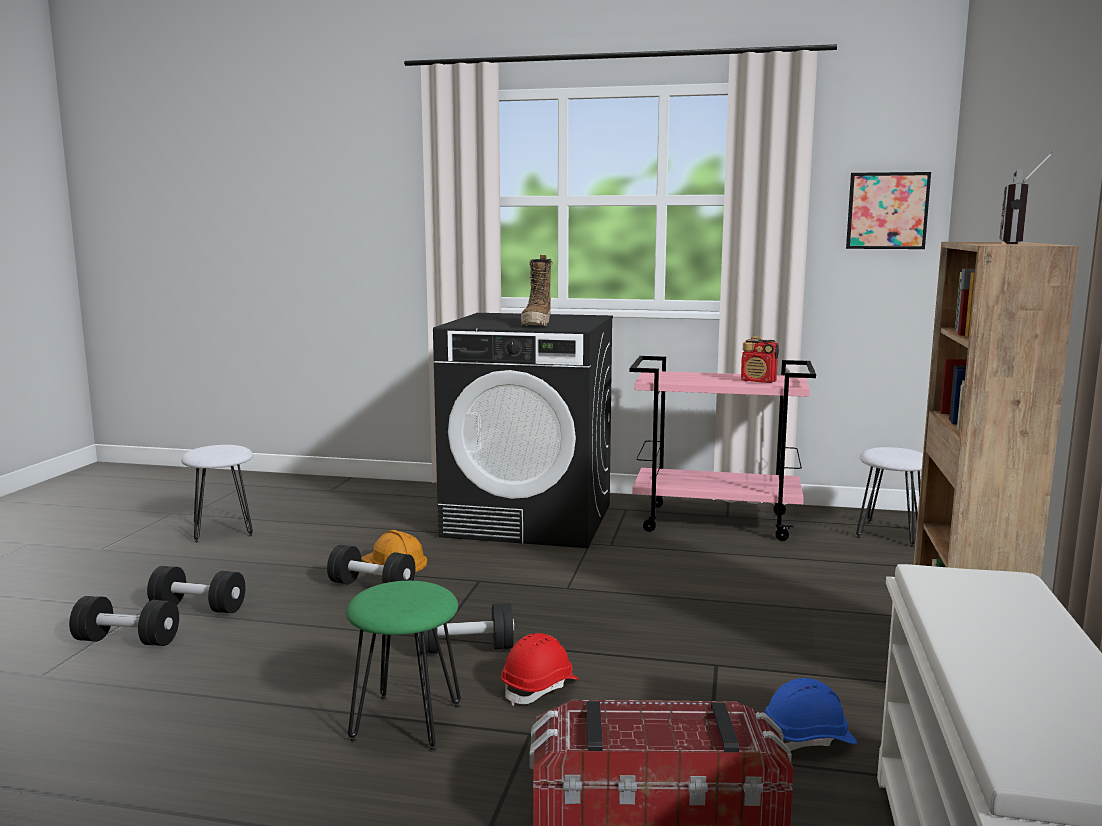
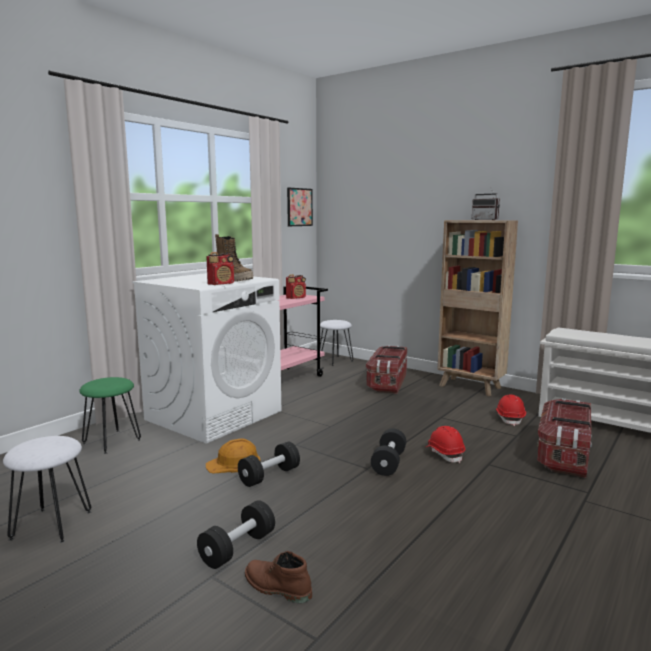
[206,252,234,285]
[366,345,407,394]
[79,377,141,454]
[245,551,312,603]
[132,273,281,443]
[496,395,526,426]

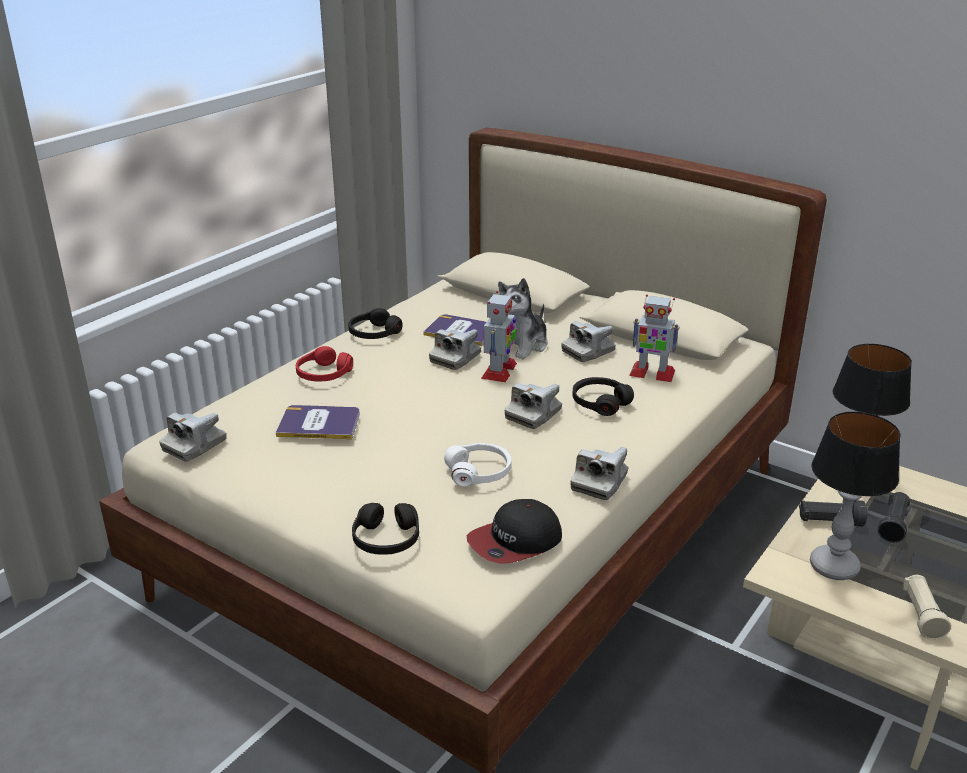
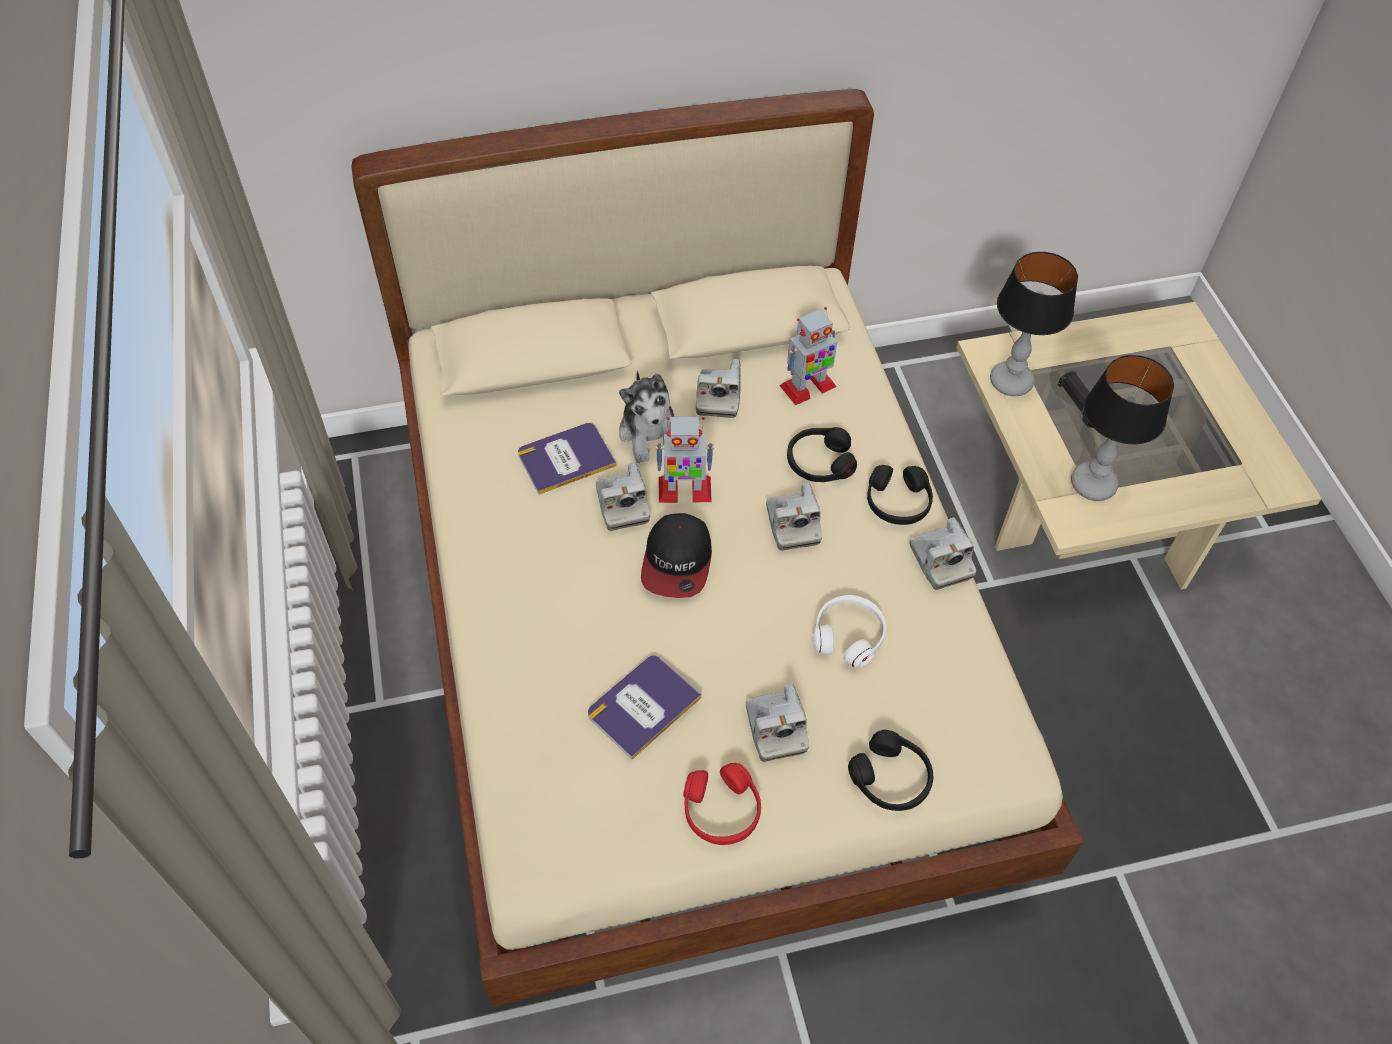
[799,500,867,526] (first image)
[903,575,951,639] (first image)
[746,684,809,762]
[683,763,761,845]
[867,465,933,525]
[641,513,712,598]
[656,417,714,503]

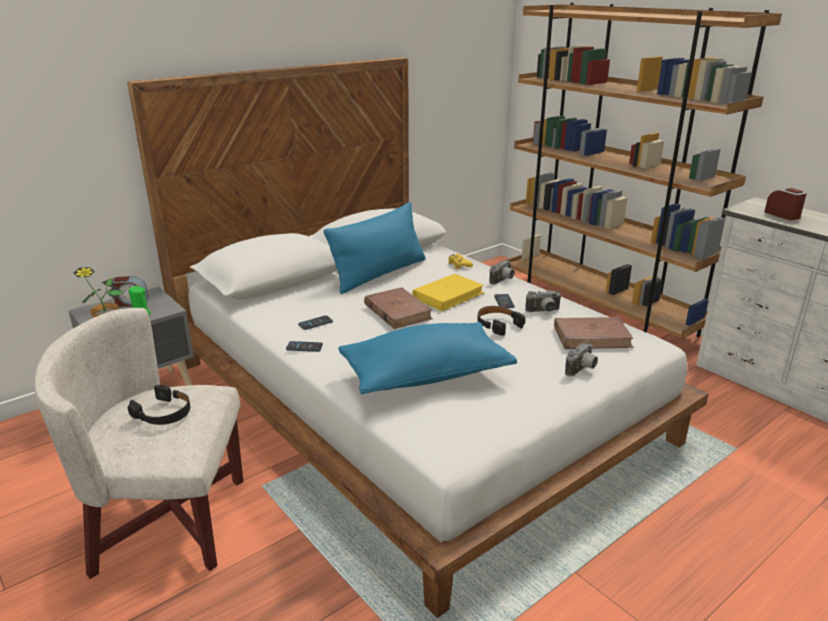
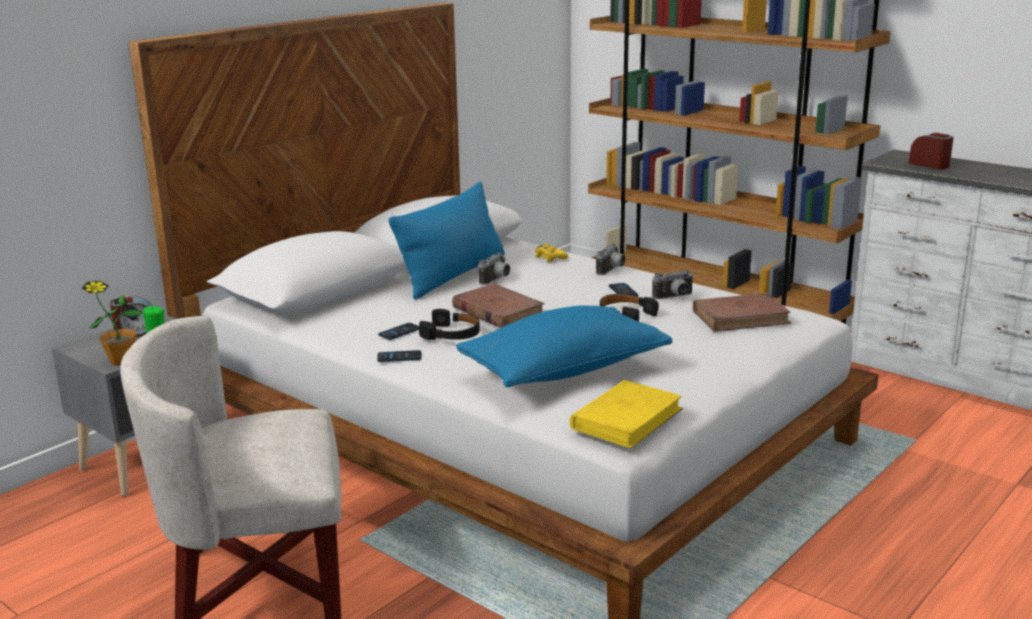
[419,309,480,340]
[570,380,683,448]
[478,252,510,285]

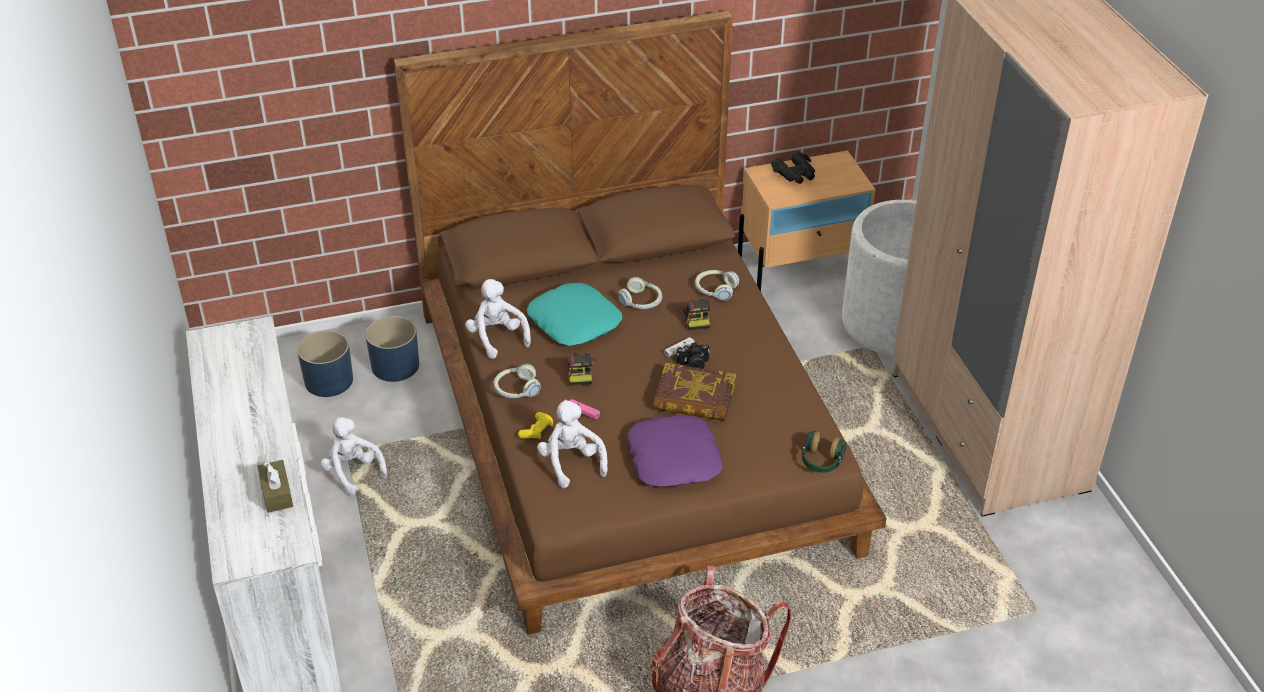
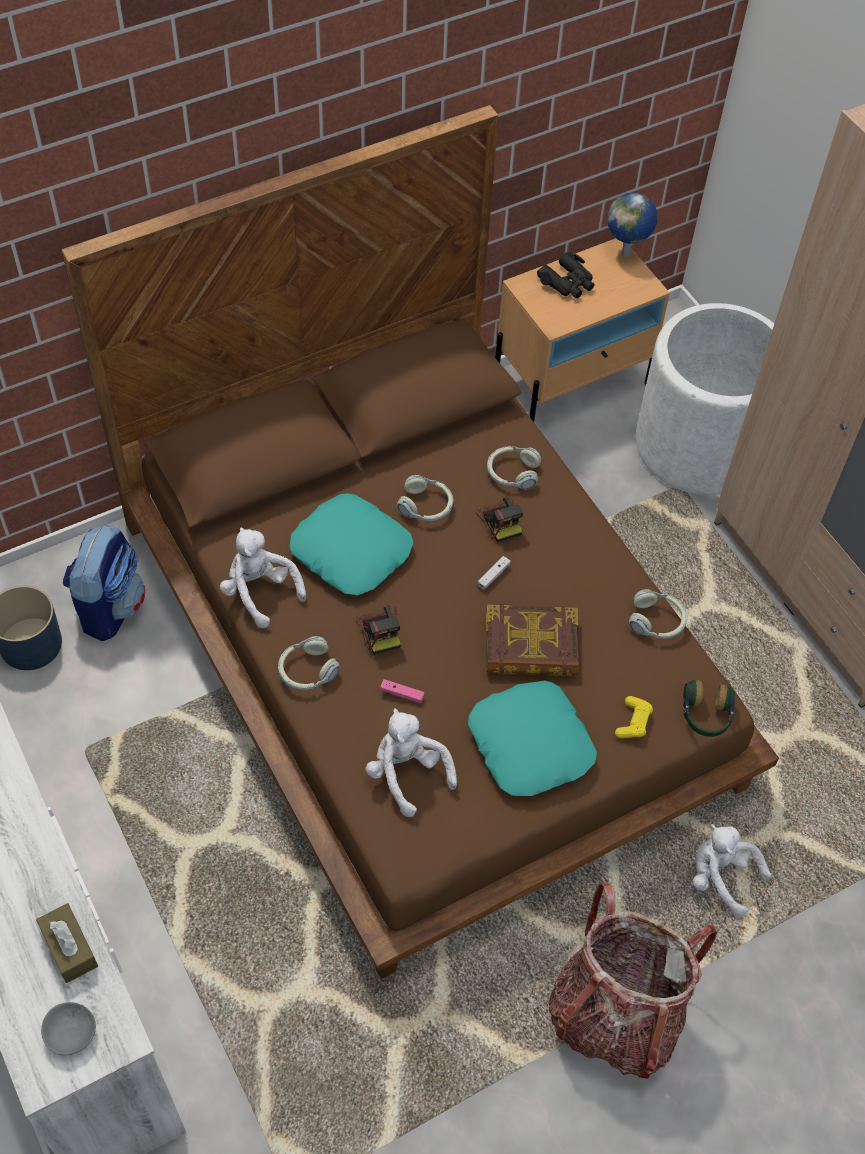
[676,342,710,369] (first image)
[41,1002,96,1055]
[607,193,657,257]
[629,589,687,639]
[693,824,772,917]
[615,696,653,738]
[63,525,145,641]
[468,681,597,796]

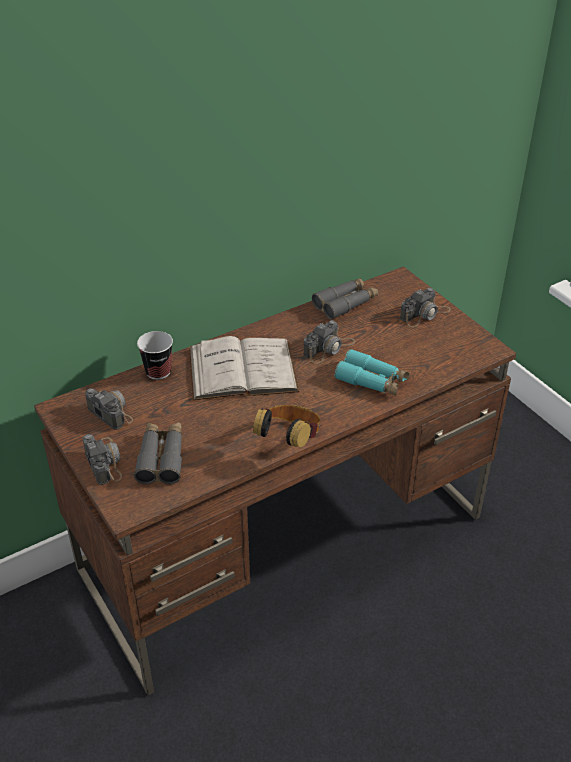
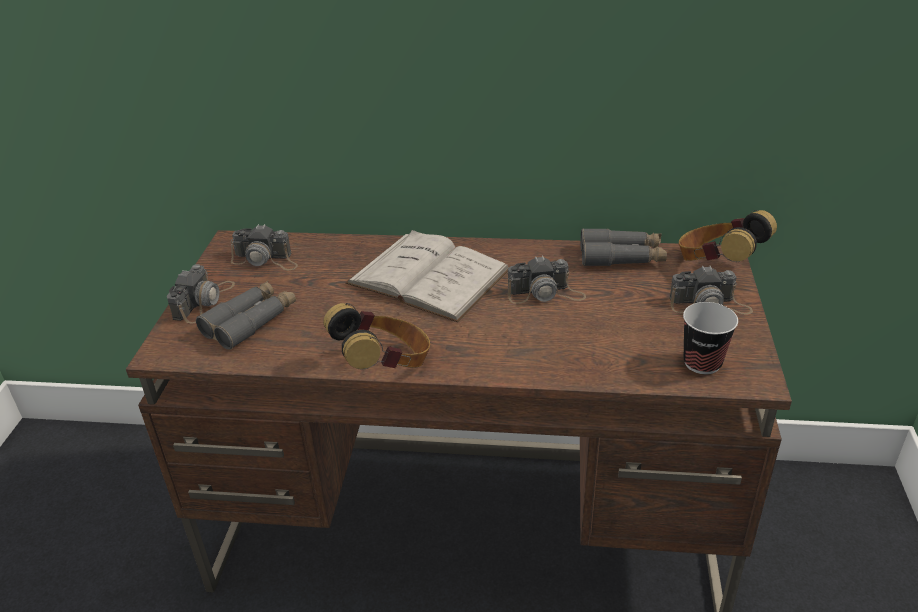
[335,349,410,396] (first image)
[679,210,777,262]
[683,302,738,374]
[231,224,298,270]

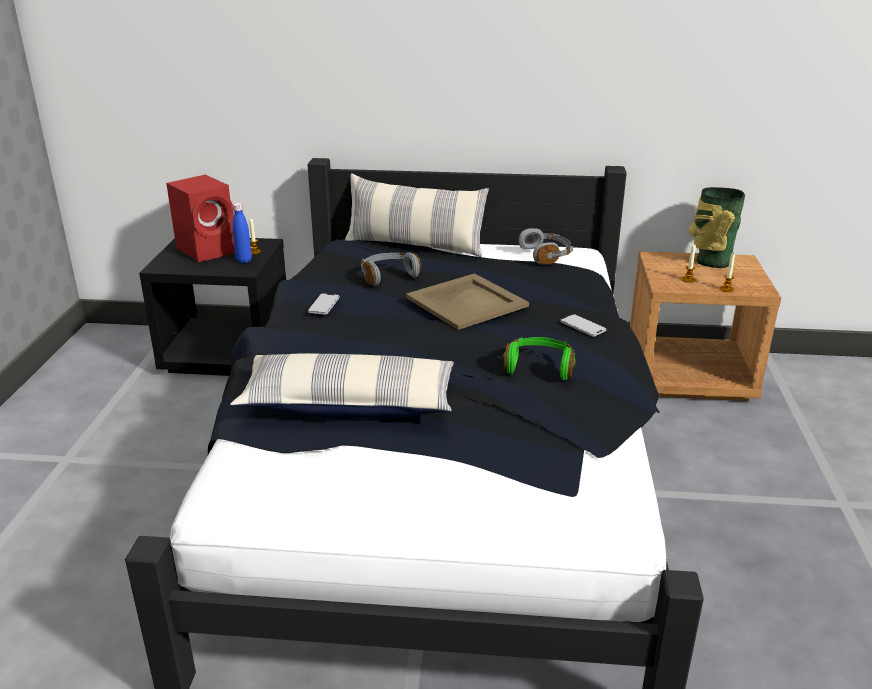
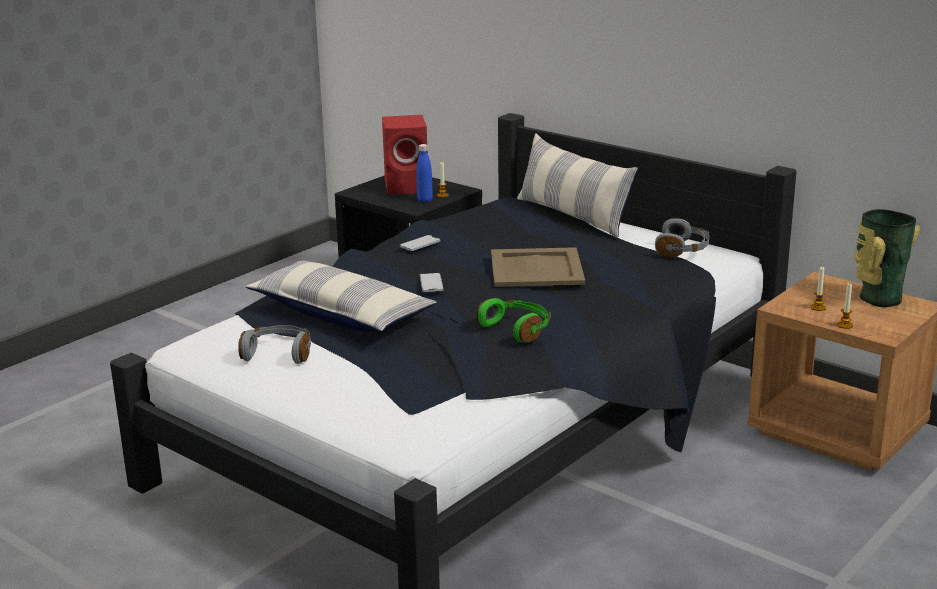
[238,325,311,364]
[420,273,444,292]

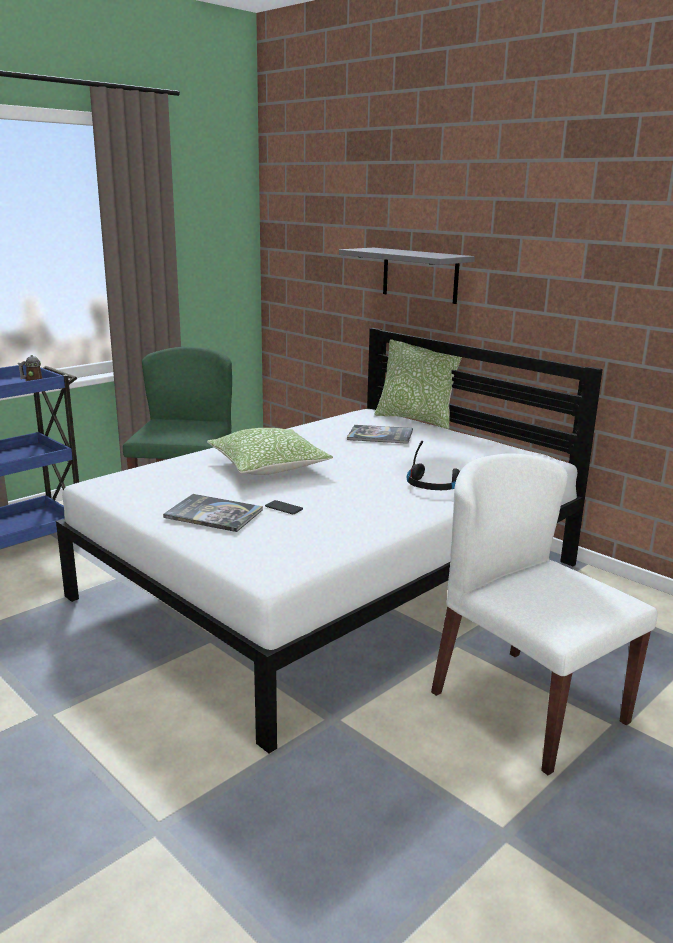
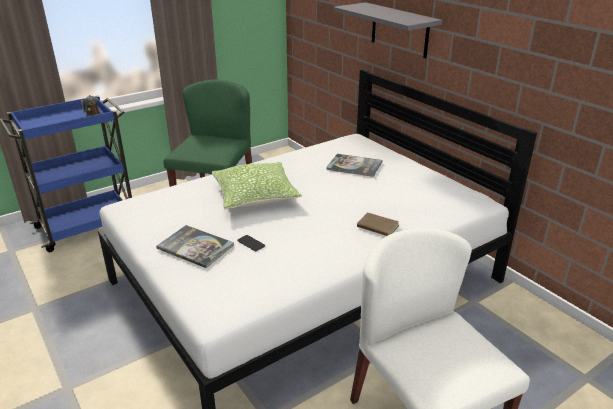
[374,339,462,429] (first image)
[357,213,399,236]

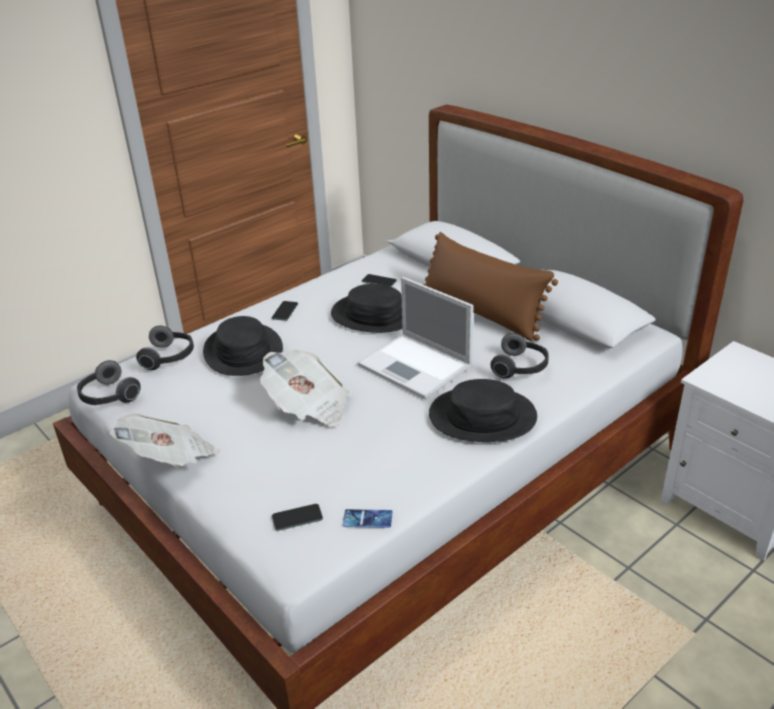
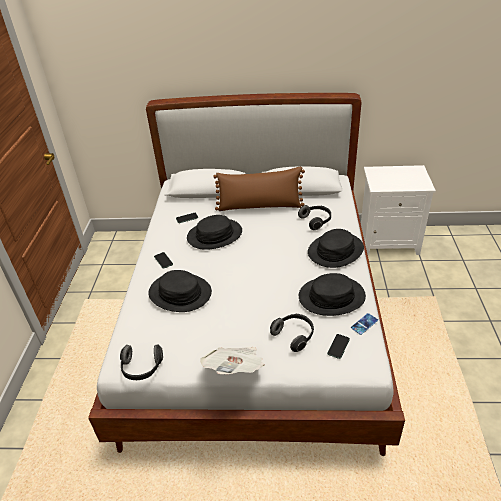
[260,350,349,427] (first image)
[358,277,473,399] (first image)
[299,273,366,316]
[270,314,314,352]

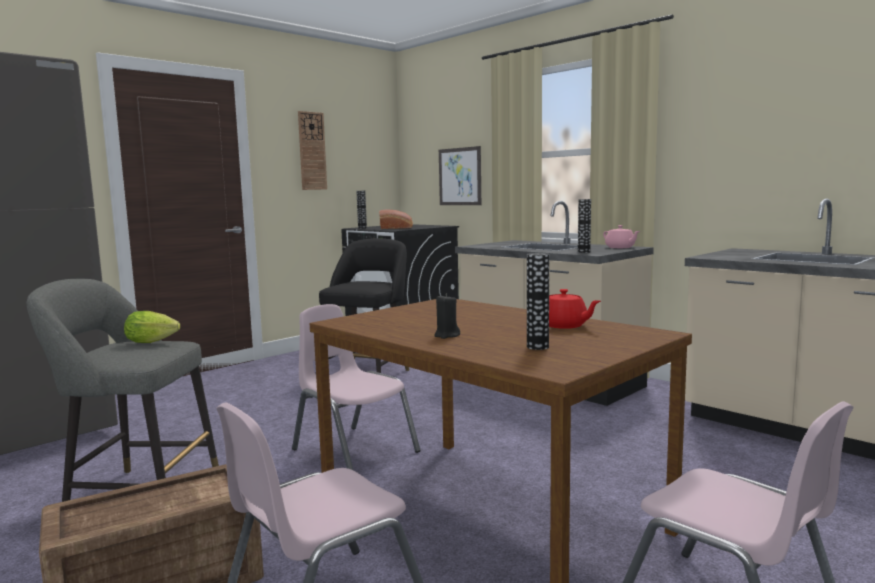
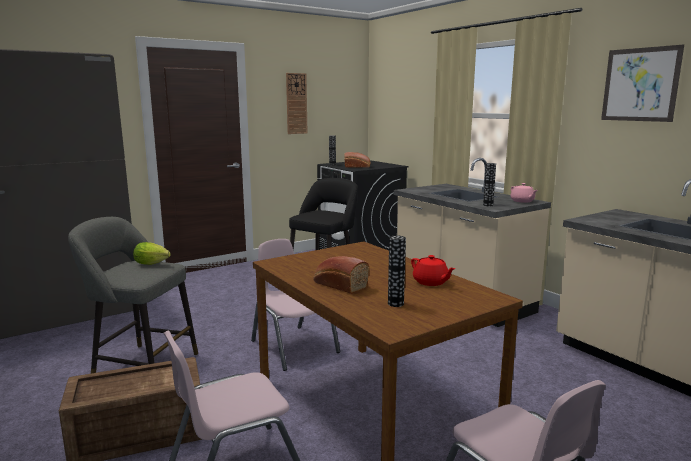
[601,45,684,122]
[313,256,369,294]

